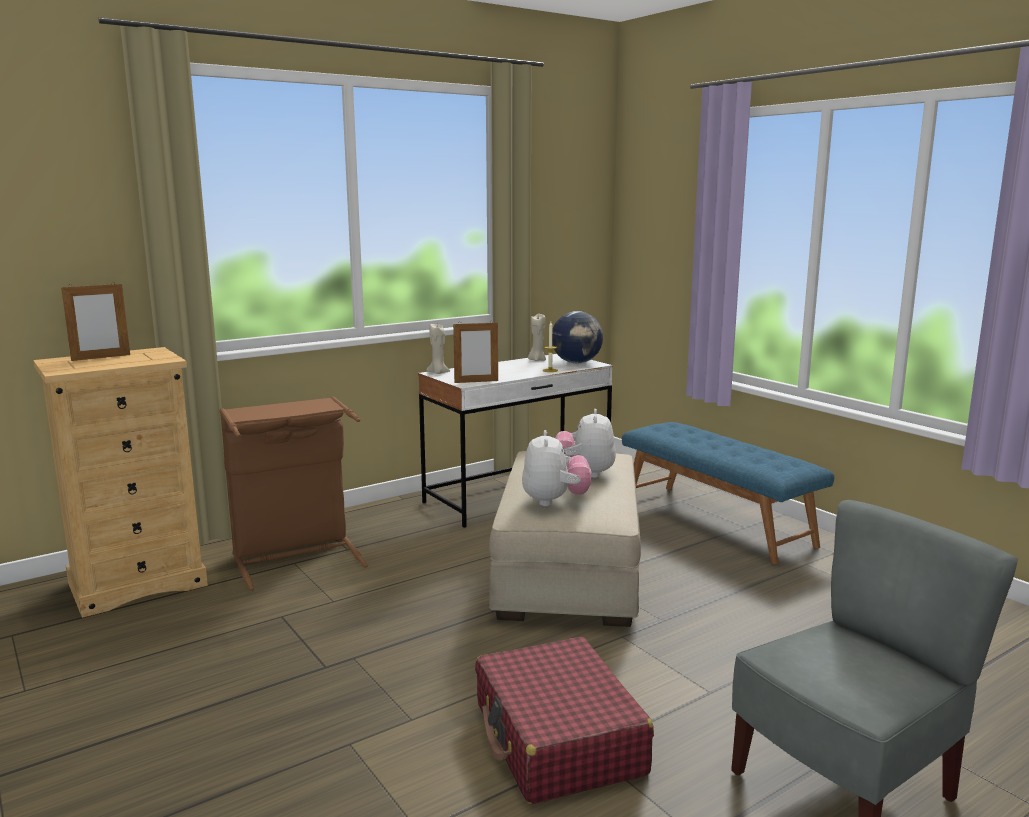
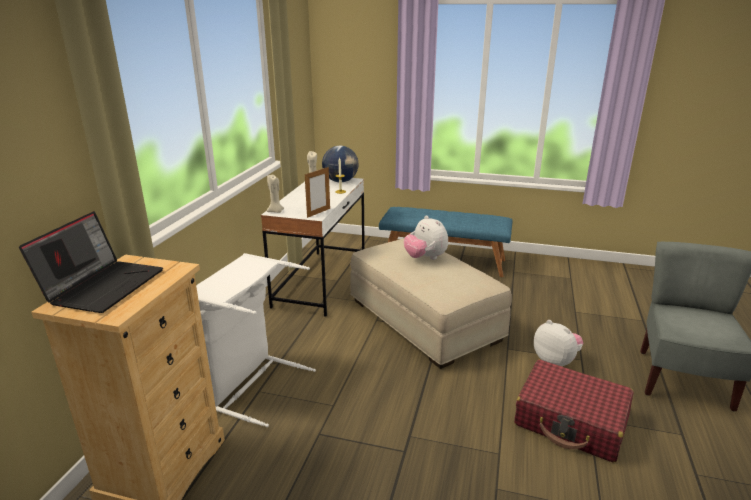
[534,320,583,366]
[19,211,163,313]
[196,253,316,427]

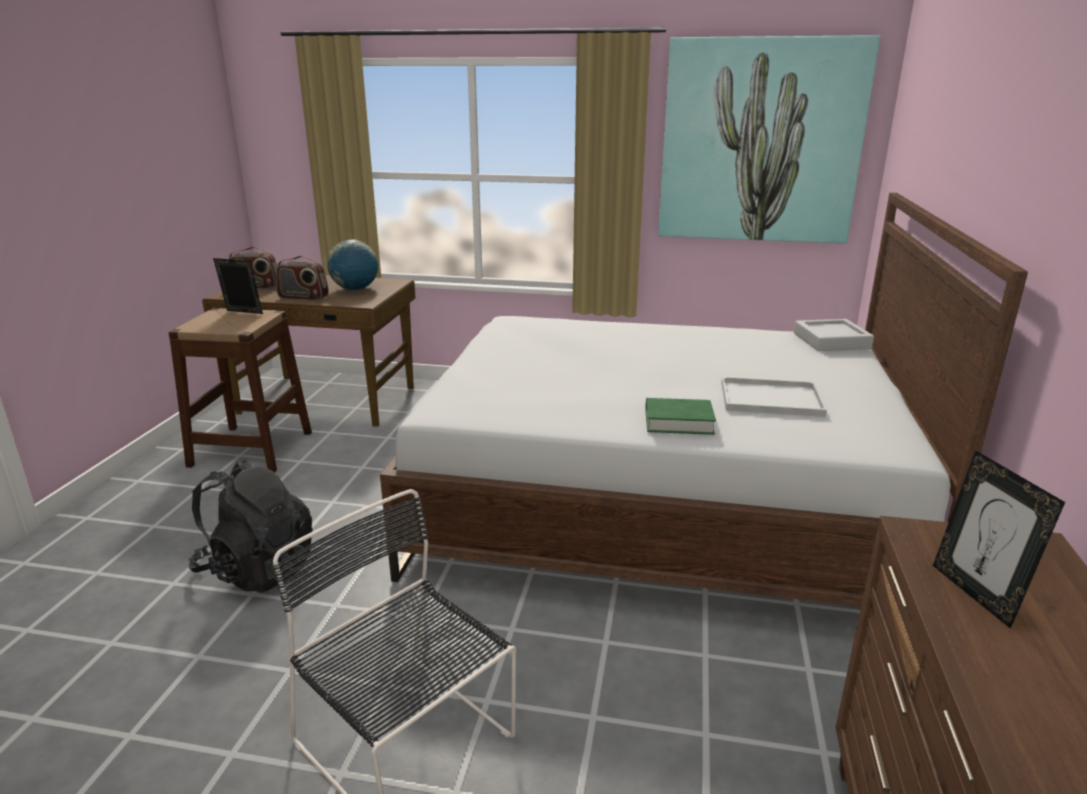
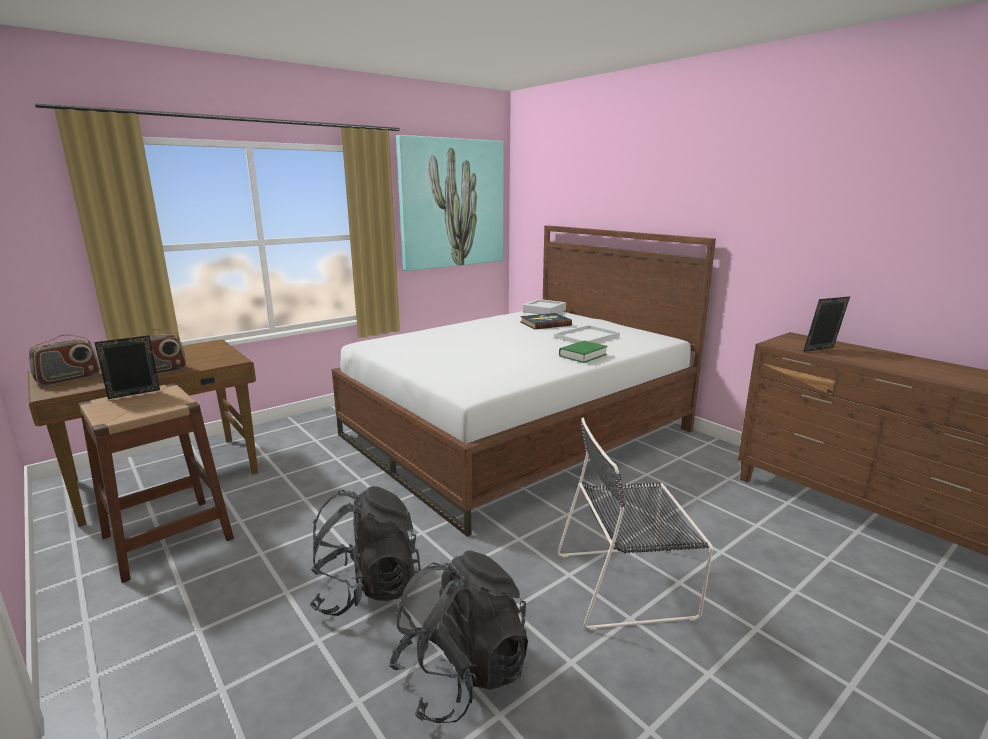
[327,239,378,290] (first image)
[389,550,528,723]
[520,313,572,329]
[803,297,850,352]

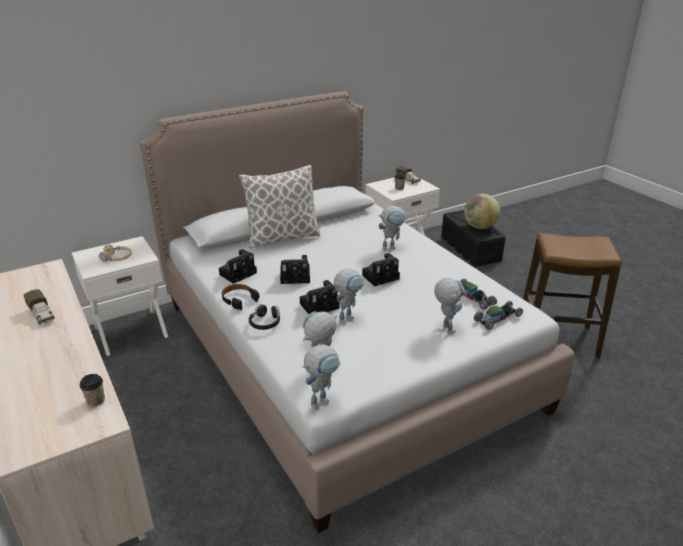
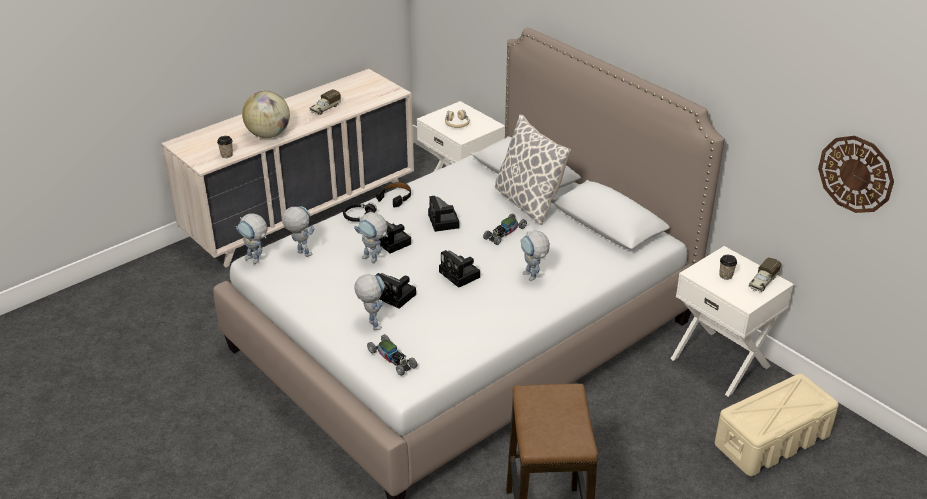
[818,136,894,213]
[376,273,416,309]
[483,214,527,245]
[242,91,290,138]
[715,374,839,476]
[354,274,385,330]

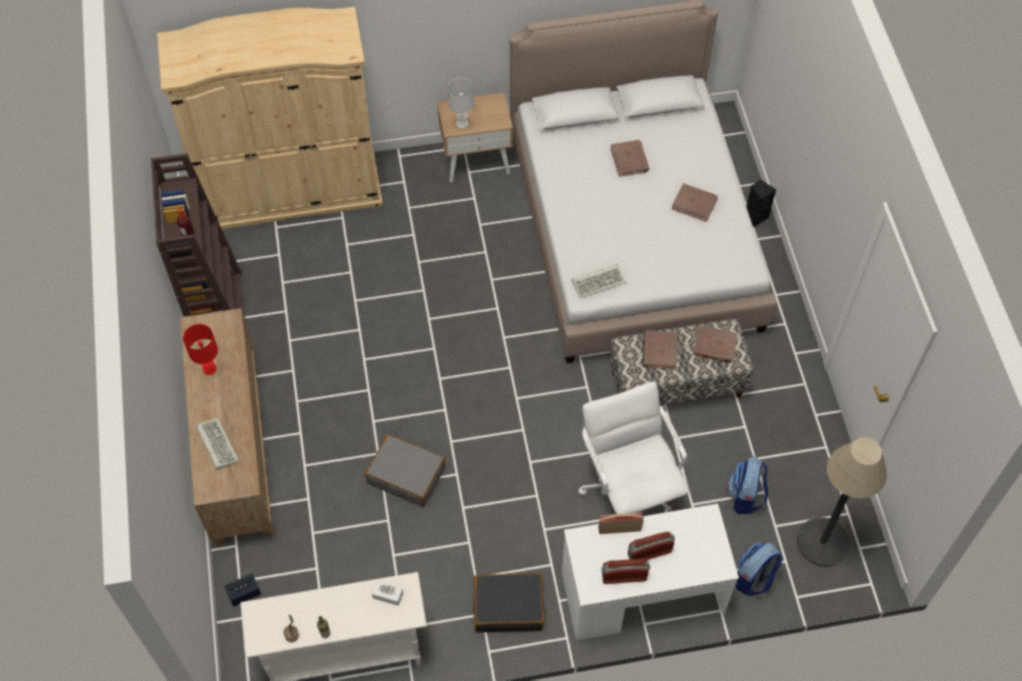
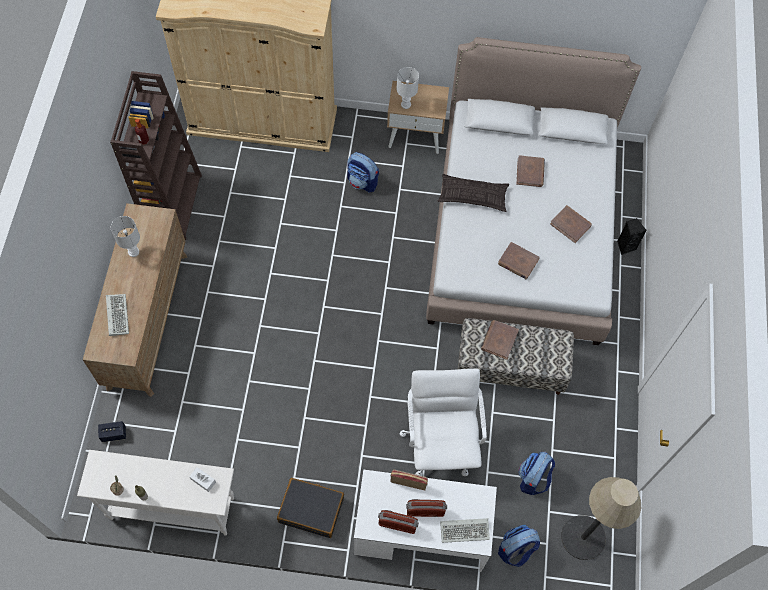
[365,434,446,507] (first image)
[347,152,379,193]
[437,174,509,212]
[440,518,490,543]
[498,242,540,279]
[111,216,140,257]

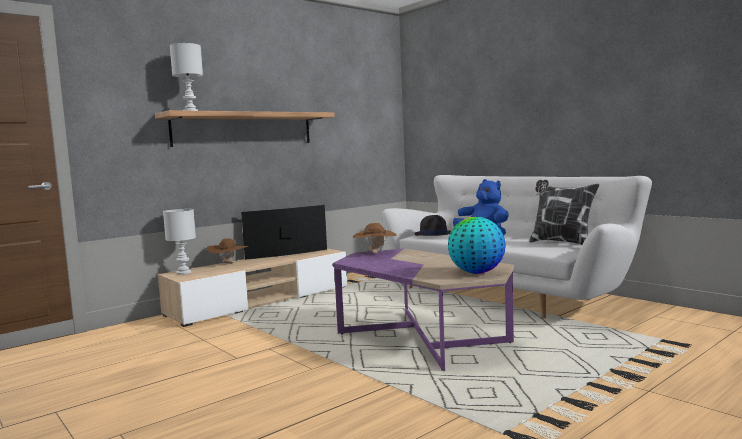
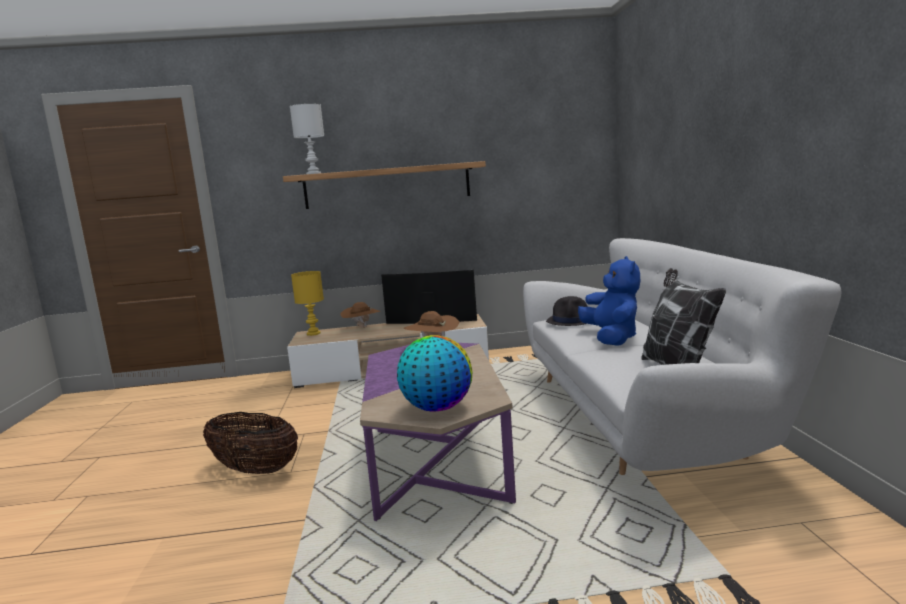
[203,412,298,474]
[291,271,324,336]

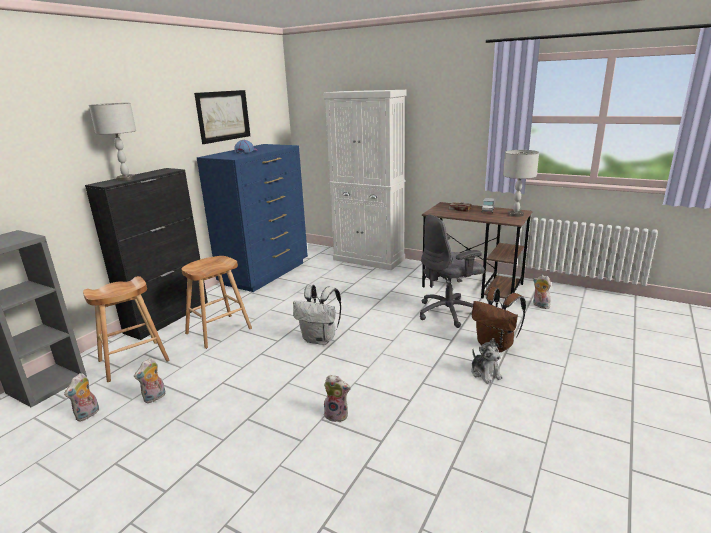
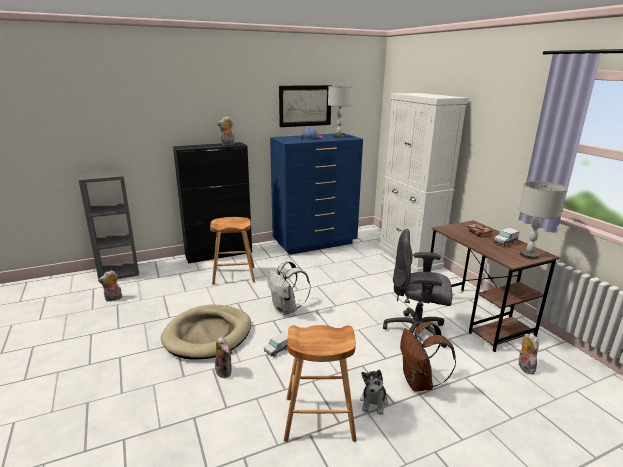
[161,304,251,360]
[264,333,288,357]
[284,325,357,442]
[328,86,353,138]
[217,116,235,145]

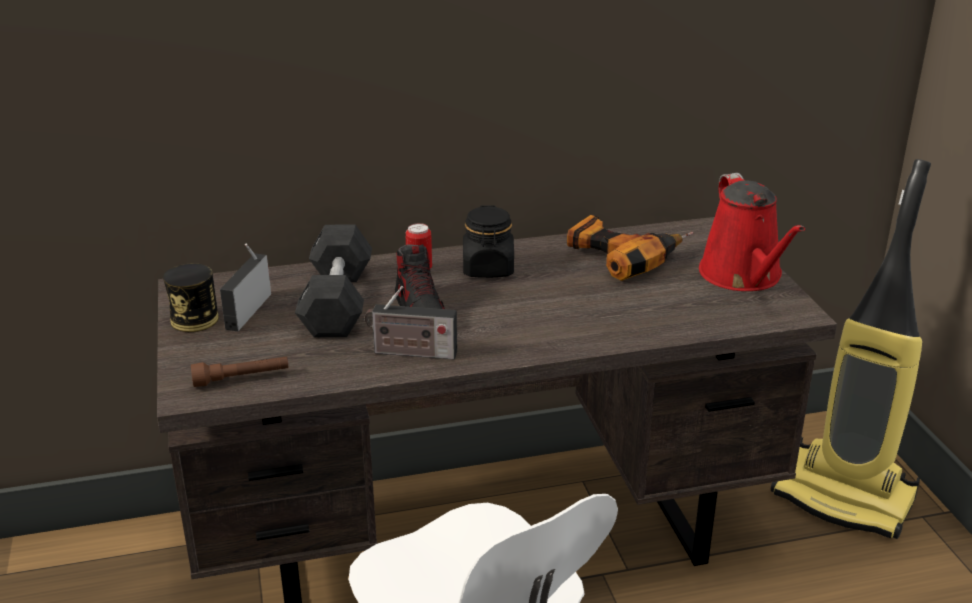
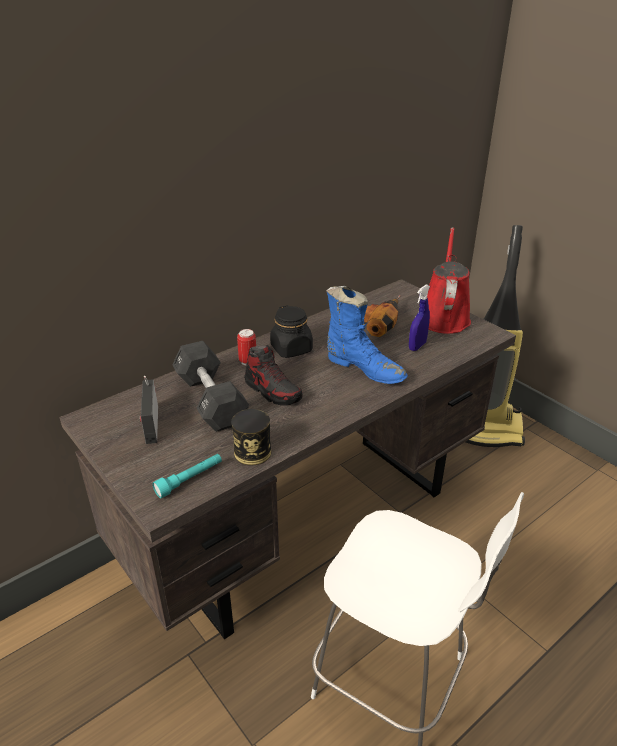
[365,286,457,359] (first image)
[326,286,408,384]
[409,285,430,351]
[231,409,271,466]
[152,454,222,498]
[427,227,471,334]

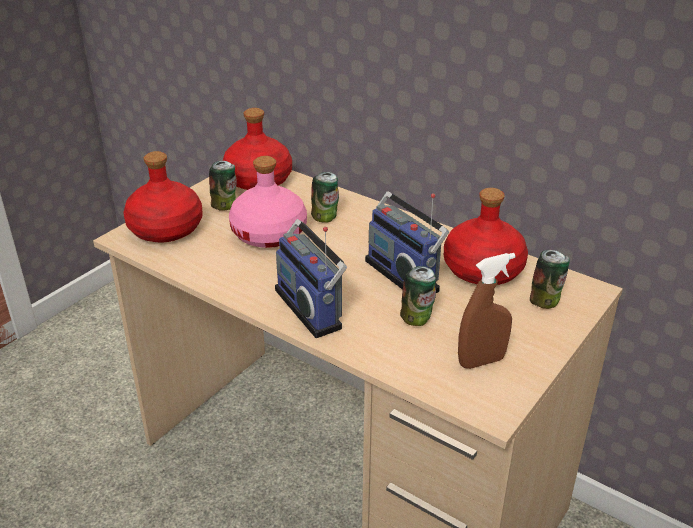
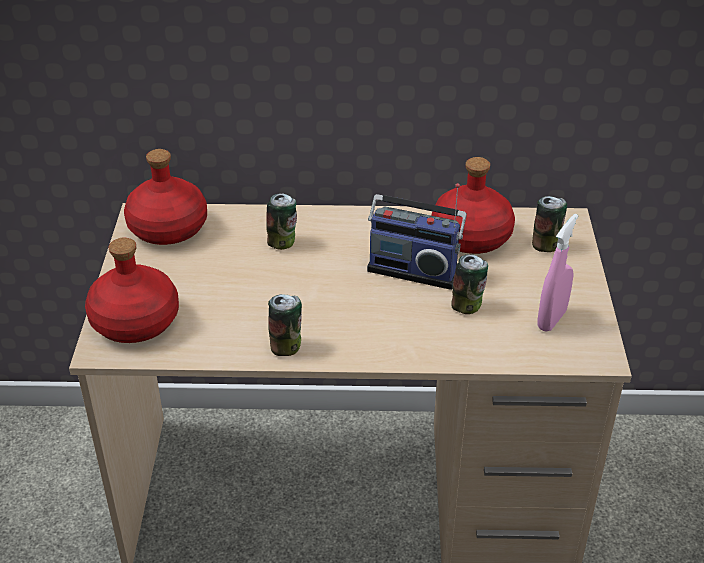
[229,156,307,248] (first image)
[275,219,347,338] (first image)
[268,294,302,356]
[537,214,578,332]

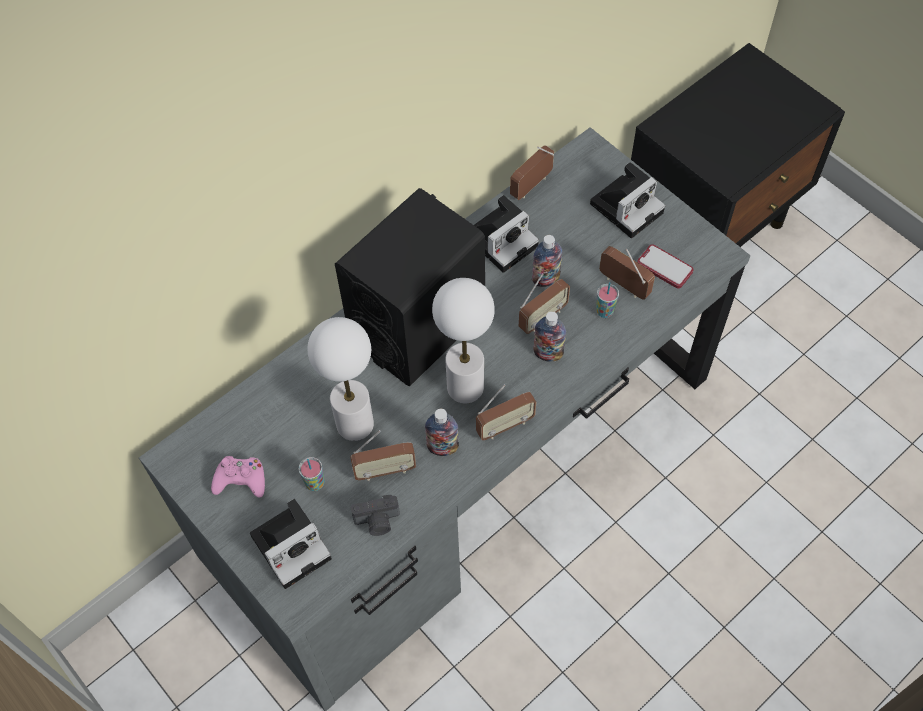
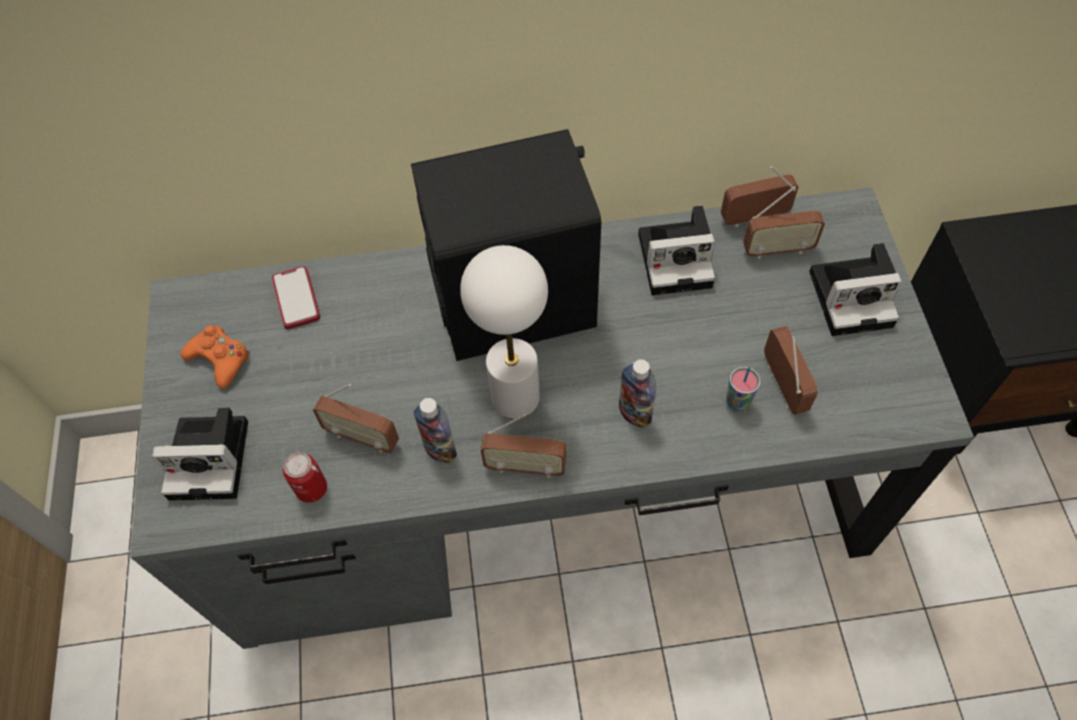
[299,457,324,491] (first image)
[307,317,374,441] (first image)
[532,235,563,287] (first image)
[743,186,825,259]
[272,266,320,329]
[283,452,327,503]
[181,325,250,389]

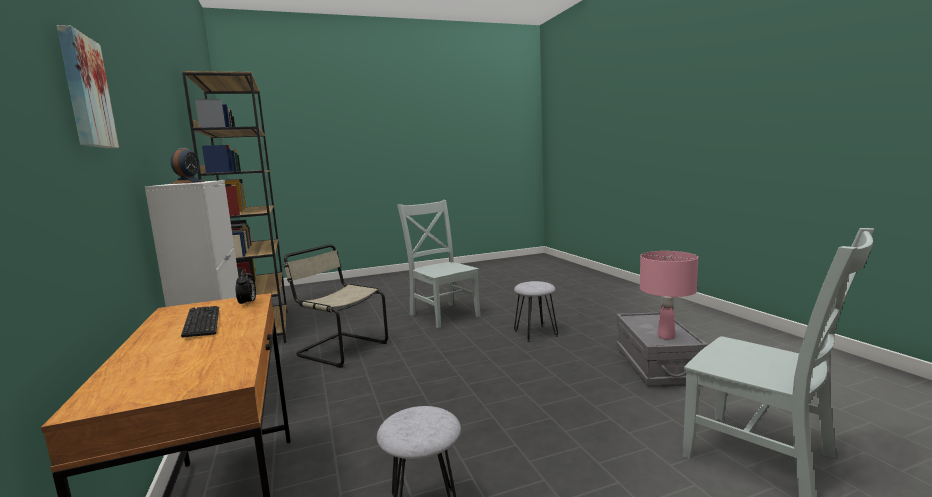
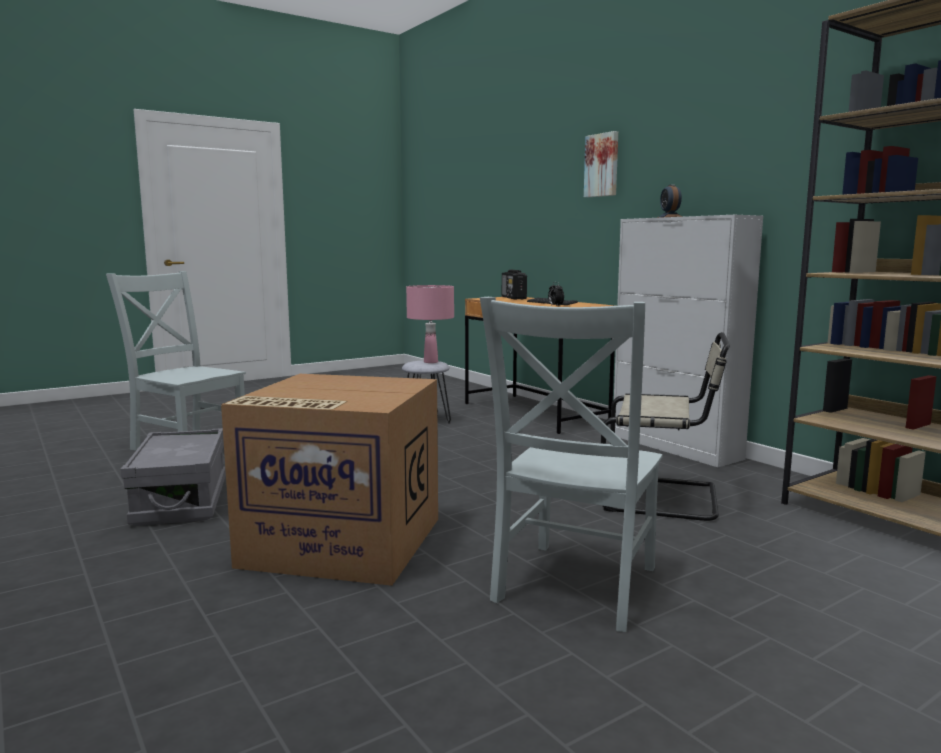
[502,270,527,300]
[406,285,454,363]
[221,374,438,586]
[480,297,663,632]

